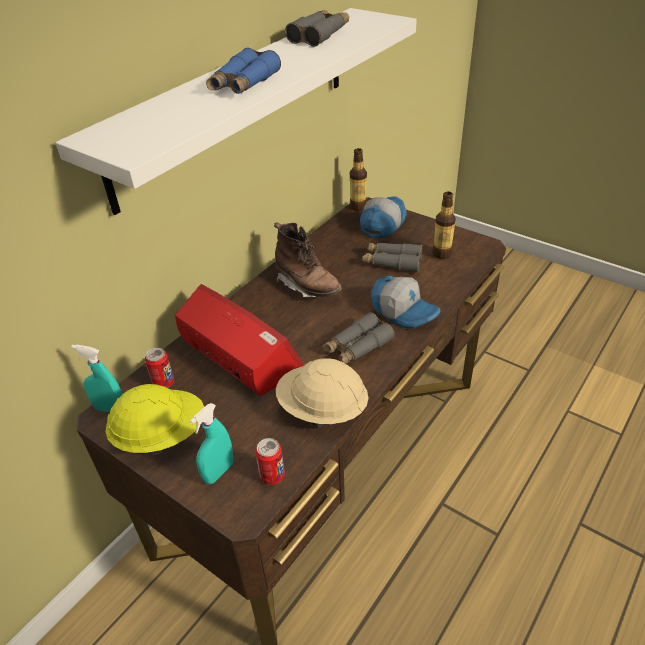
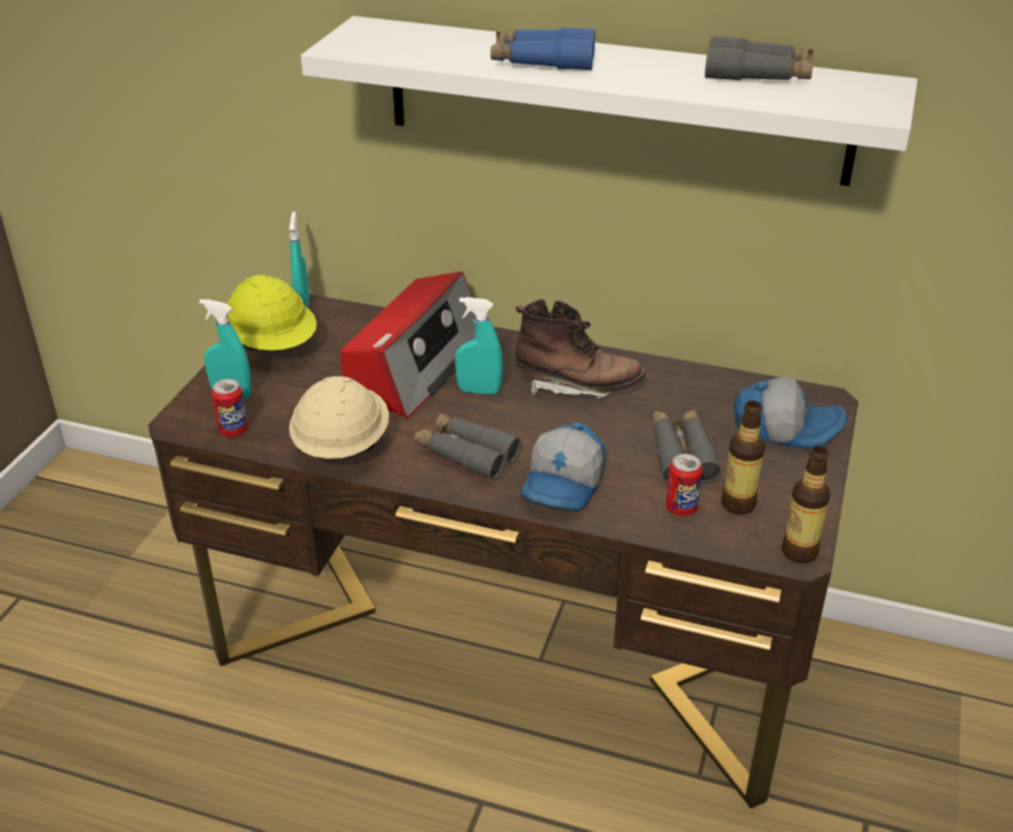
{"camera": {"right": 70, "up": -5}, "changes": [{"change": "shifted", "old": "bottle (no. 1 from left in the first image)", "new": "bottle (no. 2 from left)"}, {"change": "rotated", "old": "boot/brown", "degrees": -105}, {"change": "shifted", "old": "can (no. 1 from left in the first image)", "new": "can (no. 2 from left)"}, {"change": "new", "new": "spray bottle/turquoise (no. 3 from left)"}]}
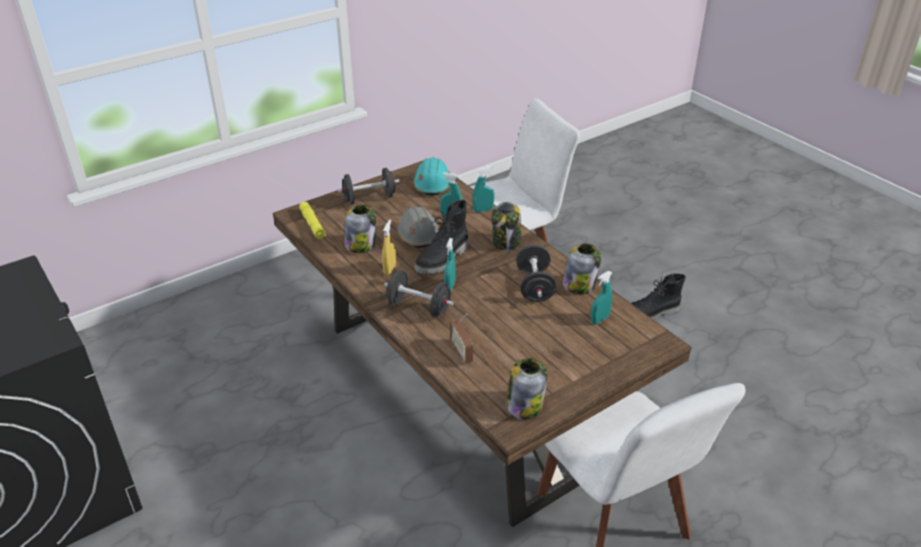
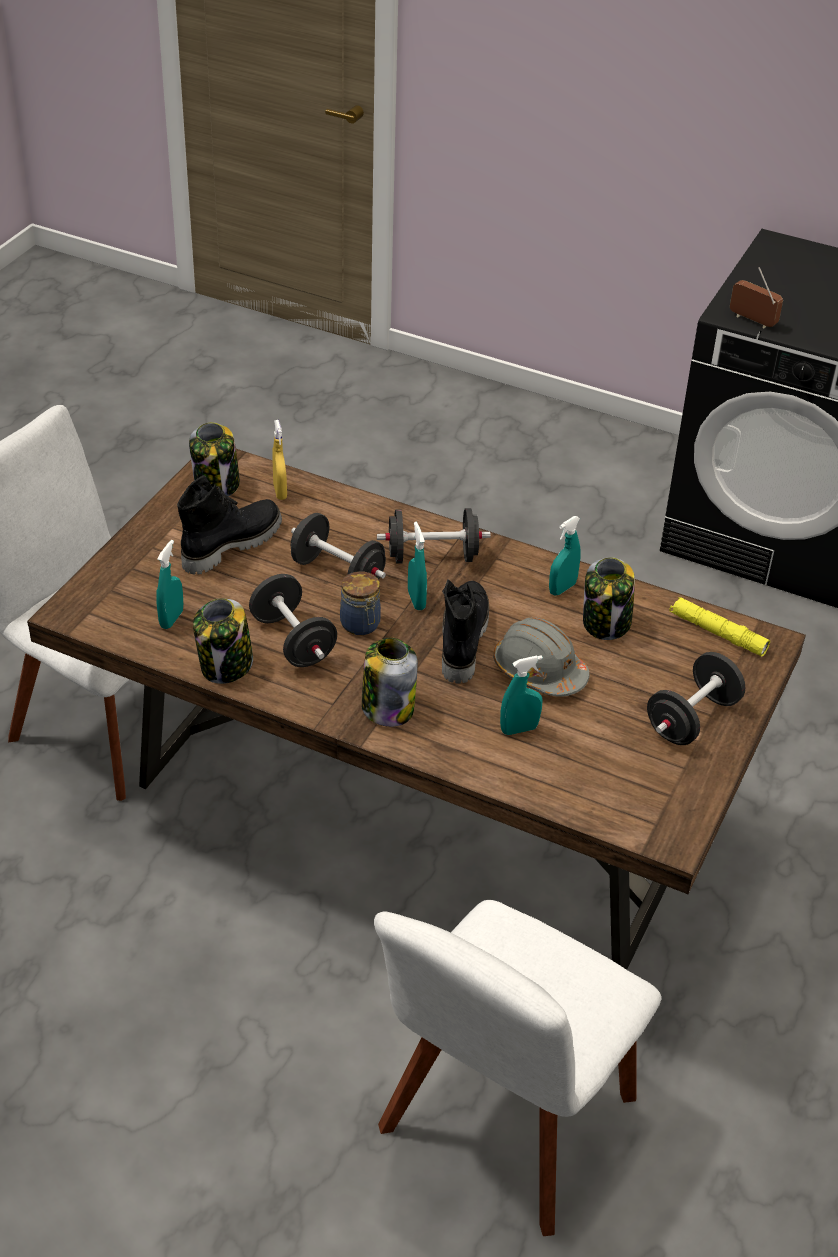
{"camera": {"right": 150, "up": 5}, "changes": [{"change": "gone", "old": "hard hat/turquoise"}, {"change": "shifted", "old": "spray bottle/turquoise (no. 3 from left in the first image)", "new": "spray bottle/turquoise (no. 4 from left)"}, {"change": "shifted", "old": "spray bottle/yellow"}, {"change": "shifted", "old": "boot/black (no. 2 from left in the first image)", "new": "boot/black (no. 1 from left)"}, {"change": "shifted", "old": "radio"}, {"change": "new", "new": "dumbbell/black (no. 2 from left)"}, {"change": "new", "new": "jar (no. 3 from left)"}]}
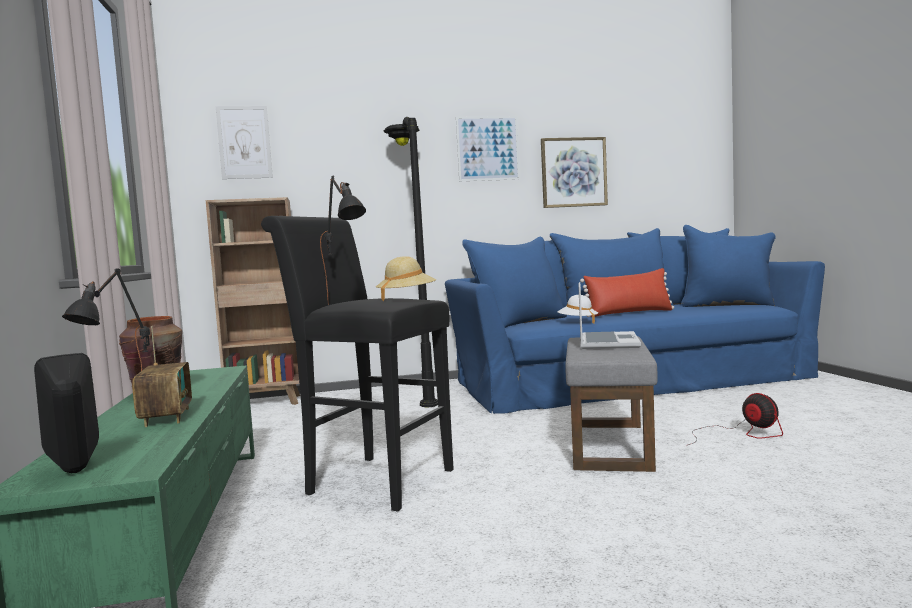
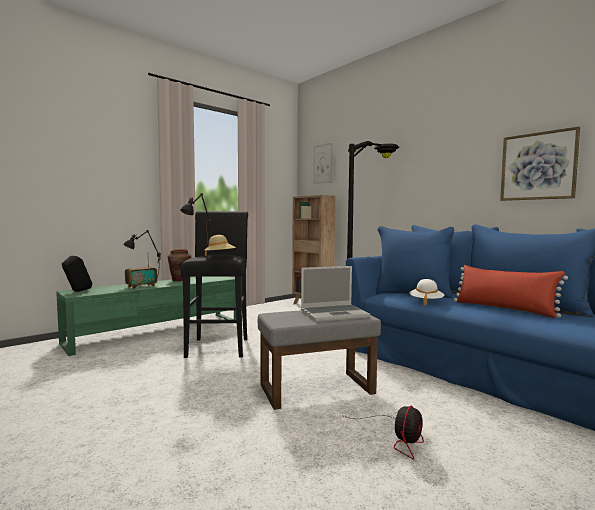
{"camera": {"right": 60, "up": 0}, "changes": [{"change": "gone", "old": "picture (no. 2 from left)"}]}
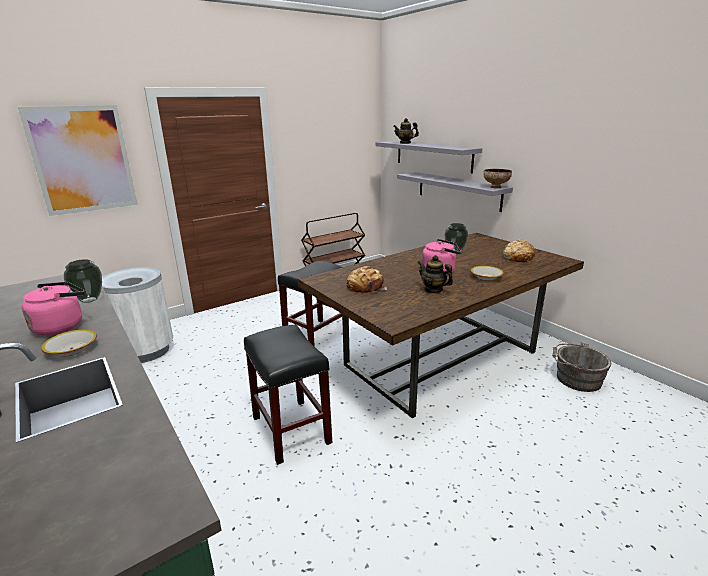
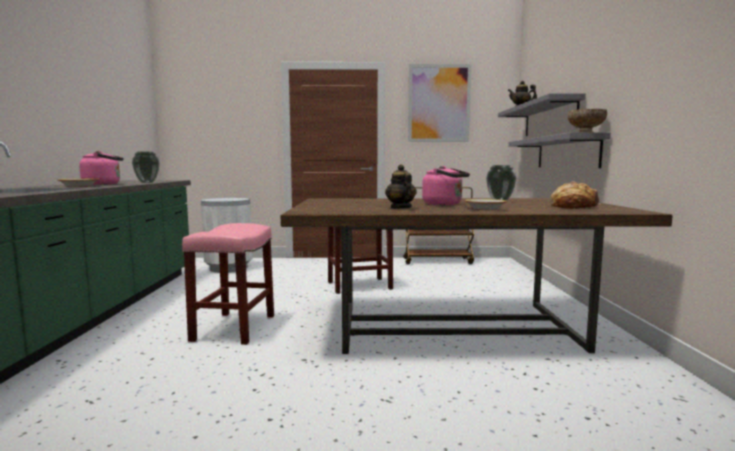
{"camera": {"right": 35, "up": -15}, "changes": [{"change": "shifted", "old": "picture"}, {"change": "gone", "old": "bread (no. 1 from left)"}, {"change": "repainted", "old": "stool/black (no. 1 from left)", "new": "stool/pink"}, {"change": "gone", "old": "bucket/grey"}]}
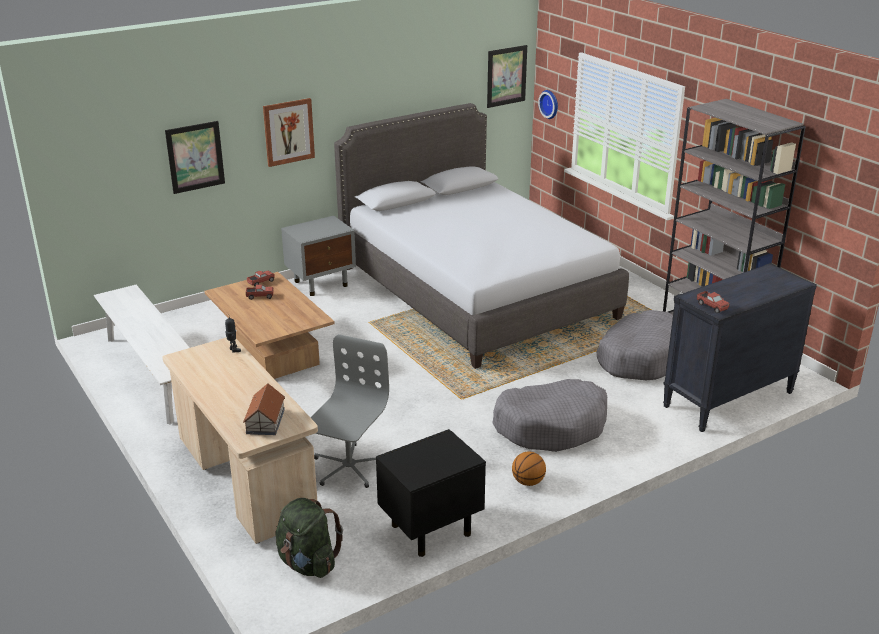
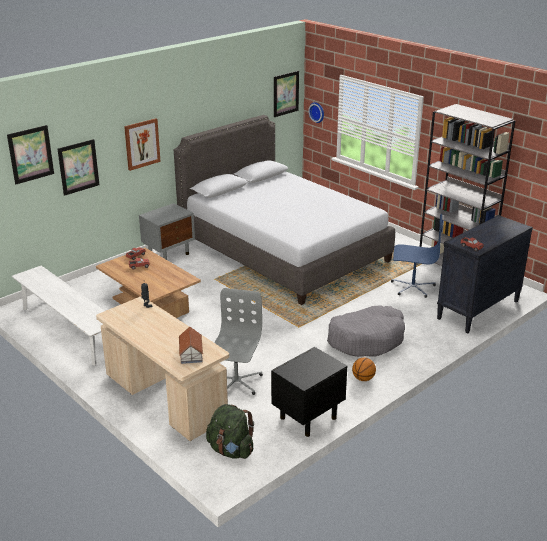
{"camera": {"right": -10, "up": 0}, "changes": [{"change": "swapped", "old": "dog bed/grey (no. 2 from left)", "new": "office chair/blue"}, {"change": "new", "new": "picture (no. 1 from left)"}]}
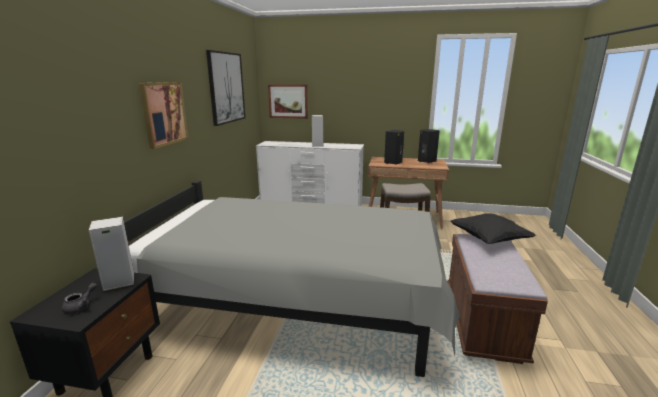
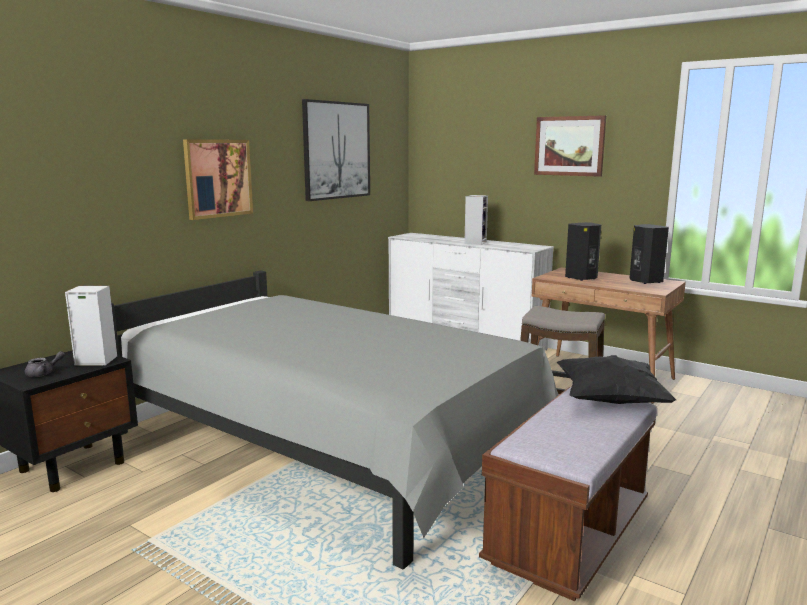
{"camera": {"right": 25, "up": -5}, "changes": [{"change": "shifted", "old": "picture (no. 3 from left)"}]}
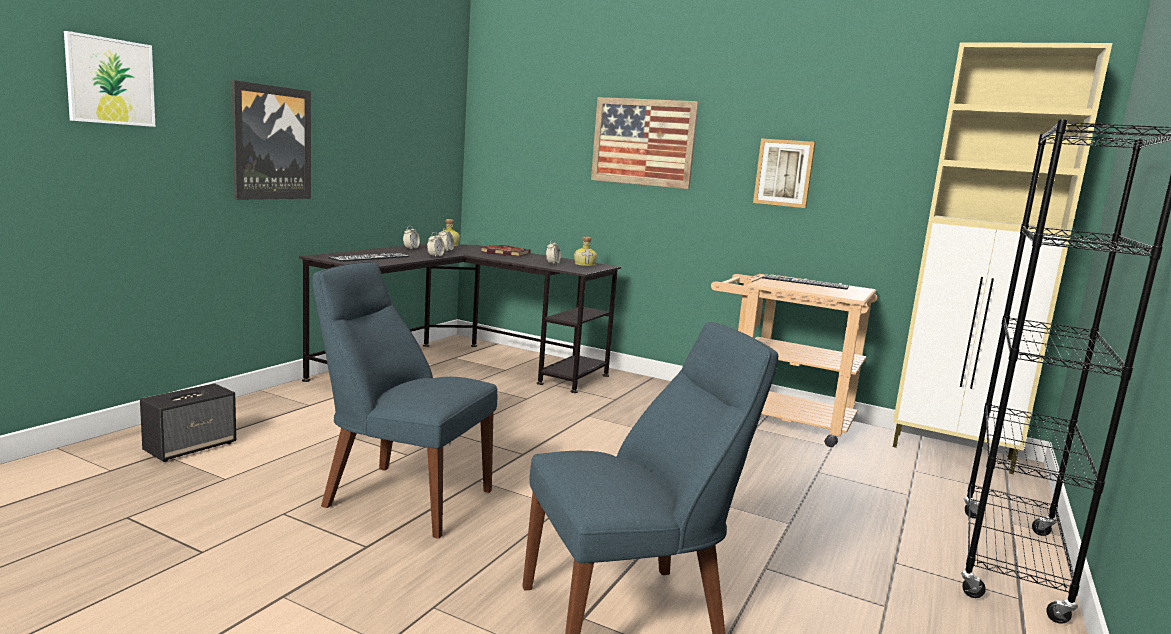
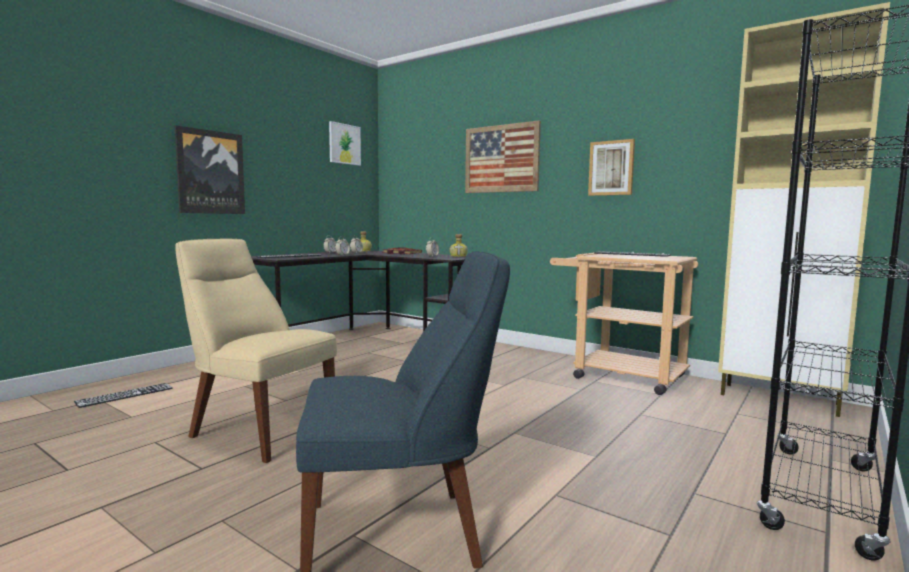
{"camera": {"right": 10, "up": -5}, "changes": [{"change": "shifted", "old": "picture (no. 1 from left in the first image)", "new": "picture (no. 2 from left)"}, {"change": "repainted", "old": "chair/blue (no. 1 from left)", "new": "chair/beige"}, {"change": "swapped", "old": "speaker", "new": "keyboard (no. 1 from left)"}]}
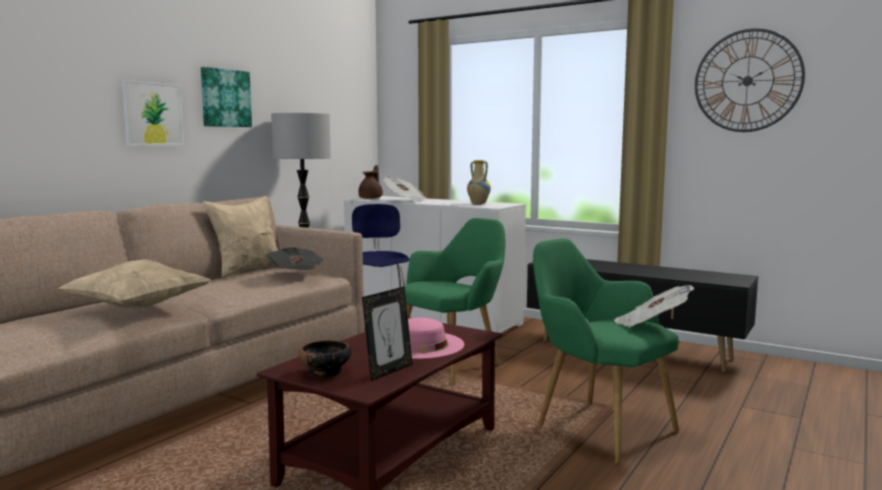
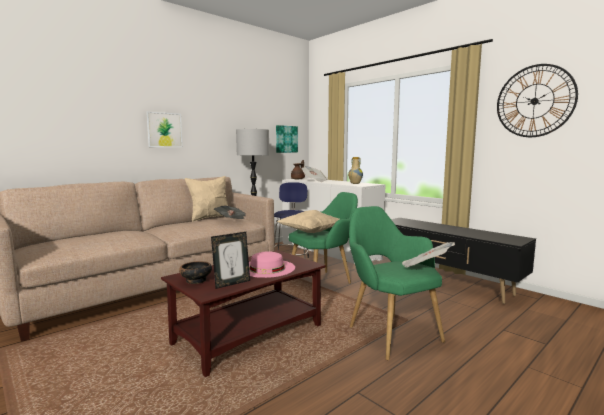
{"camera": {"right": 15, "up": 0}, "changes": [{"change": "shifted", "old": "picture (no. 2 from left)"}, {"change": "shifted", "old": "pillow/beige (no. 1 from left in the first image)", "new": "pillow/beige (no. 2 from left)"}]}
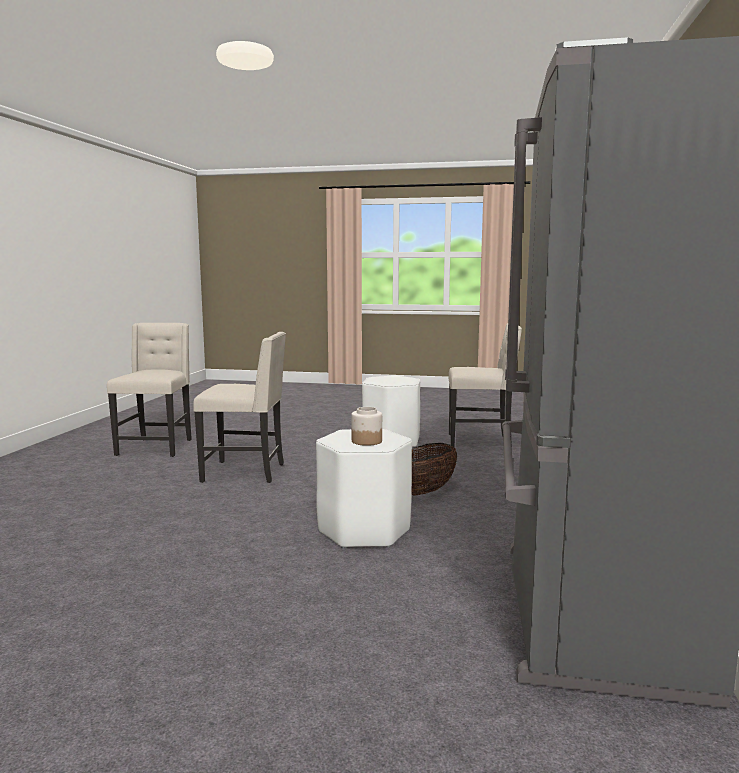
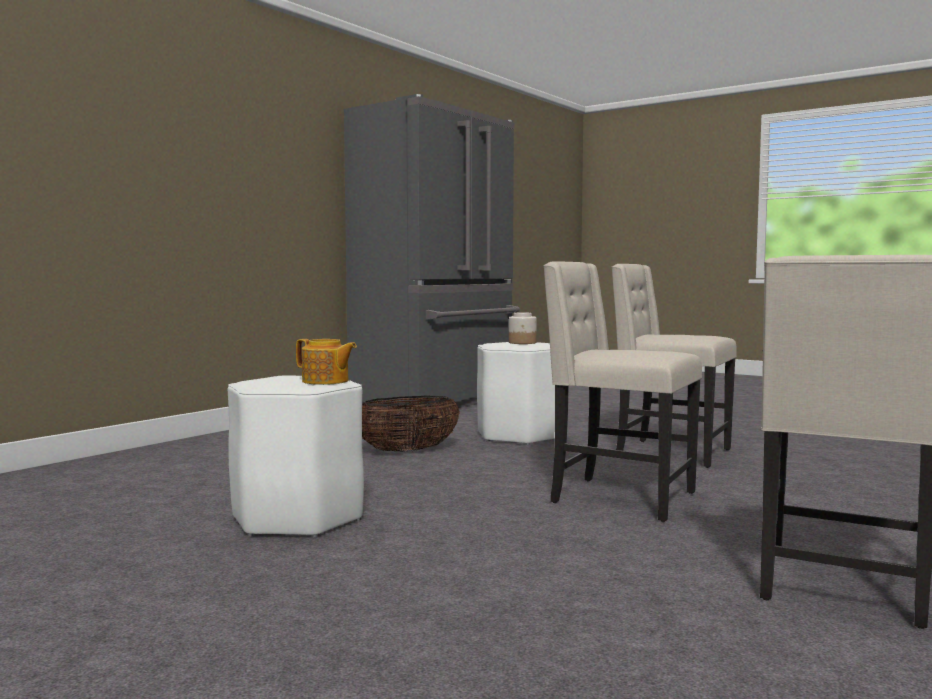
{"camera": {"right": -155, "up": -5}, "changes": [{"change": "shifted", "old": "chair/beige (no. 3 from left in the first image)", "new": "chair/beige (no. 2 from left)"}, {"change": "new", "new": "teapot"}]}
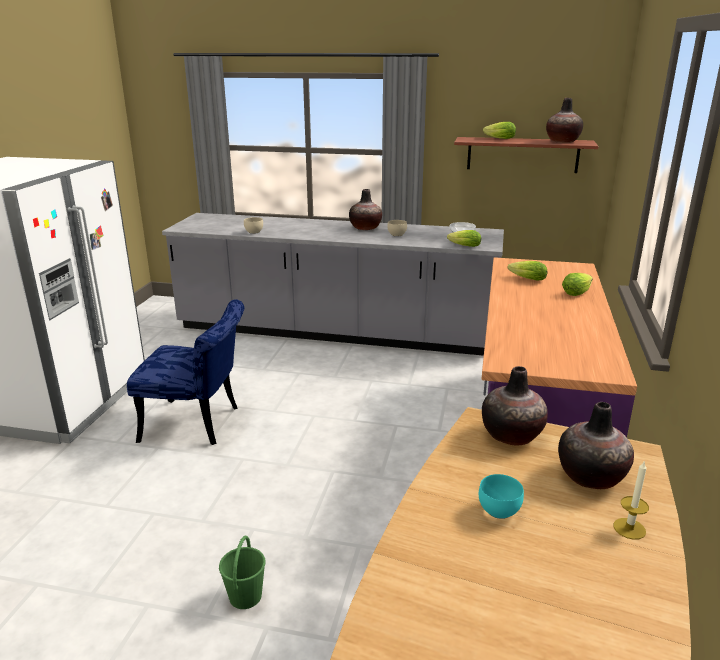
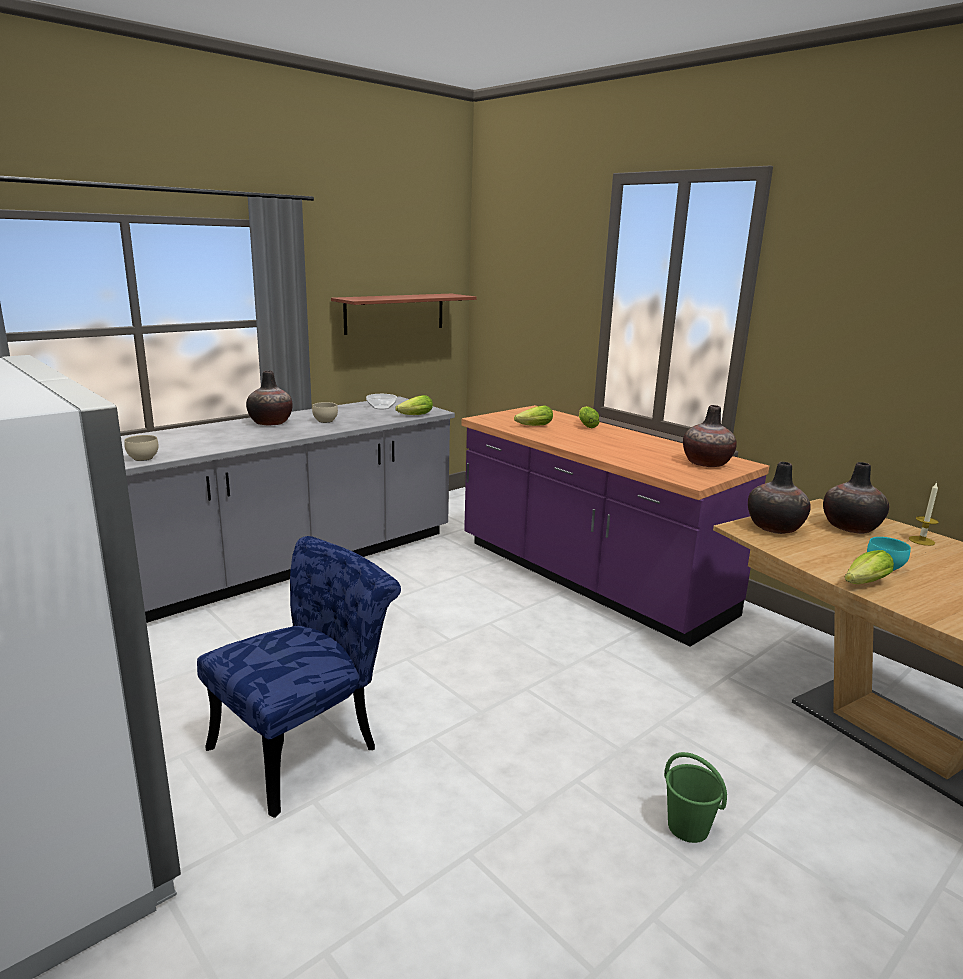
{"camera": {"right": -55, "up": -5}, "changes": [{"change": "shifted", "old": "vase (no. 3 from left in the first image)", "new": "vase (no. 2 from left)"}, {"change": "shifted", "old": "lettuce (no. 2 from left in the first image)", "new": "lettuce (no. 4 from left)"}]}
